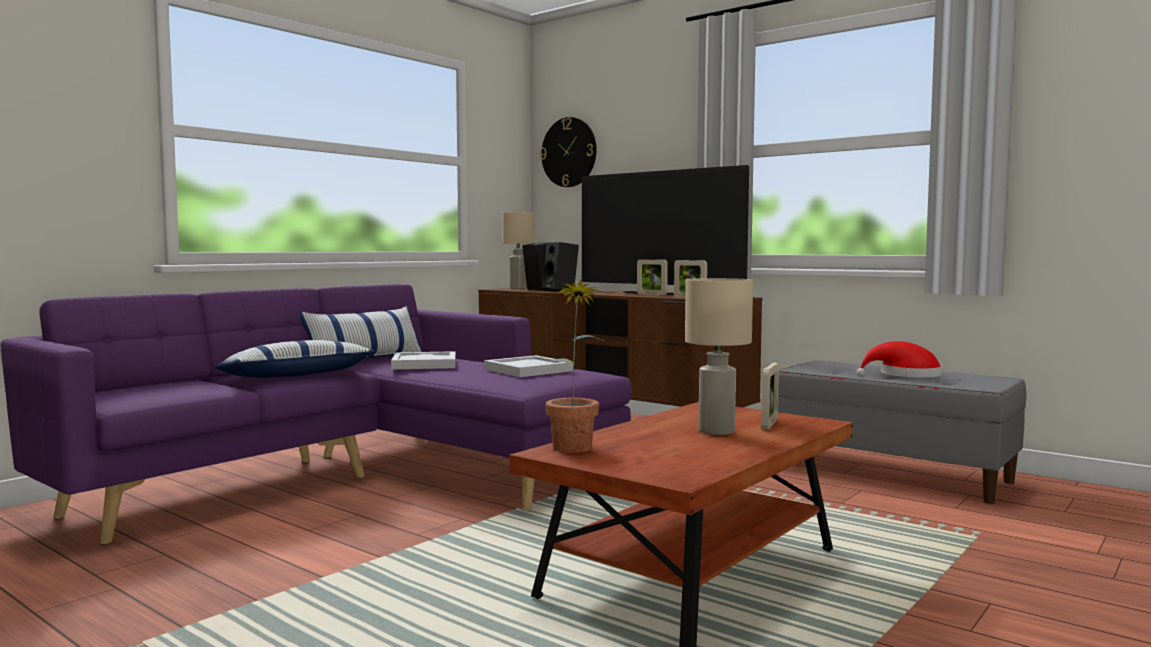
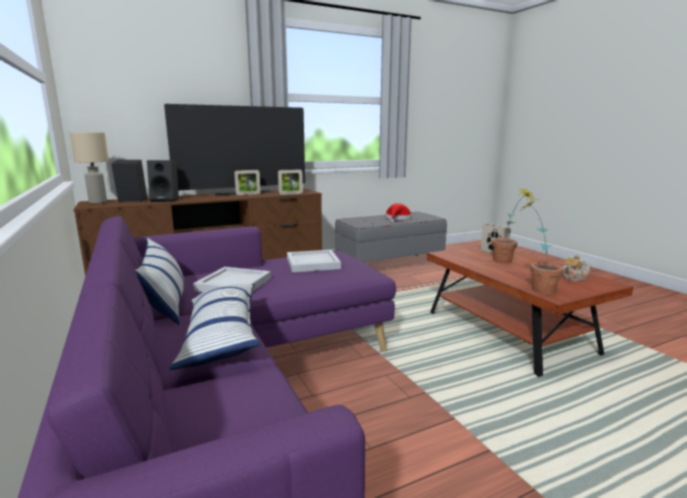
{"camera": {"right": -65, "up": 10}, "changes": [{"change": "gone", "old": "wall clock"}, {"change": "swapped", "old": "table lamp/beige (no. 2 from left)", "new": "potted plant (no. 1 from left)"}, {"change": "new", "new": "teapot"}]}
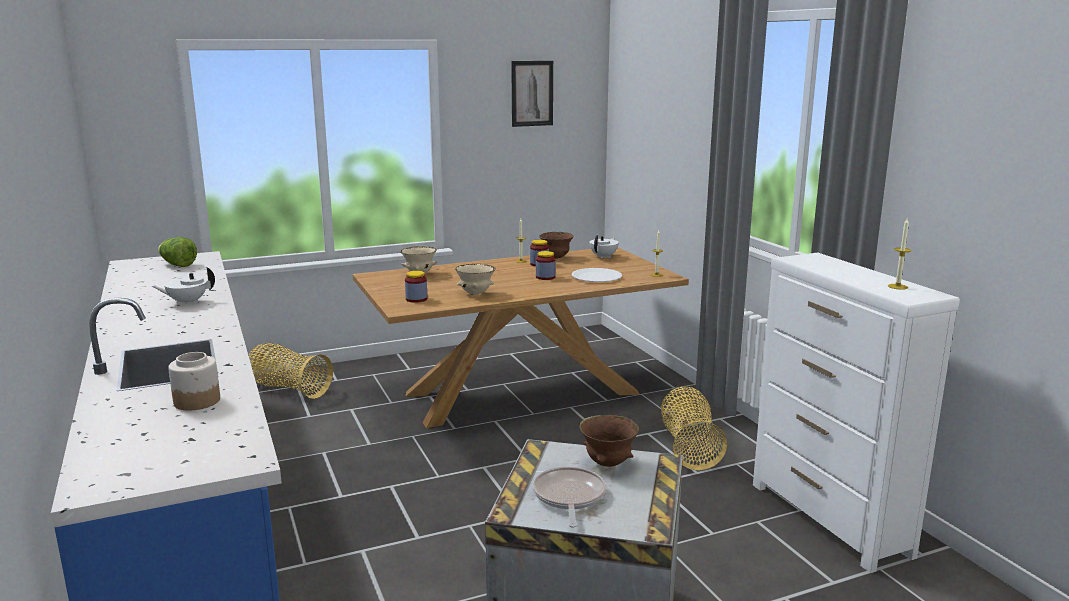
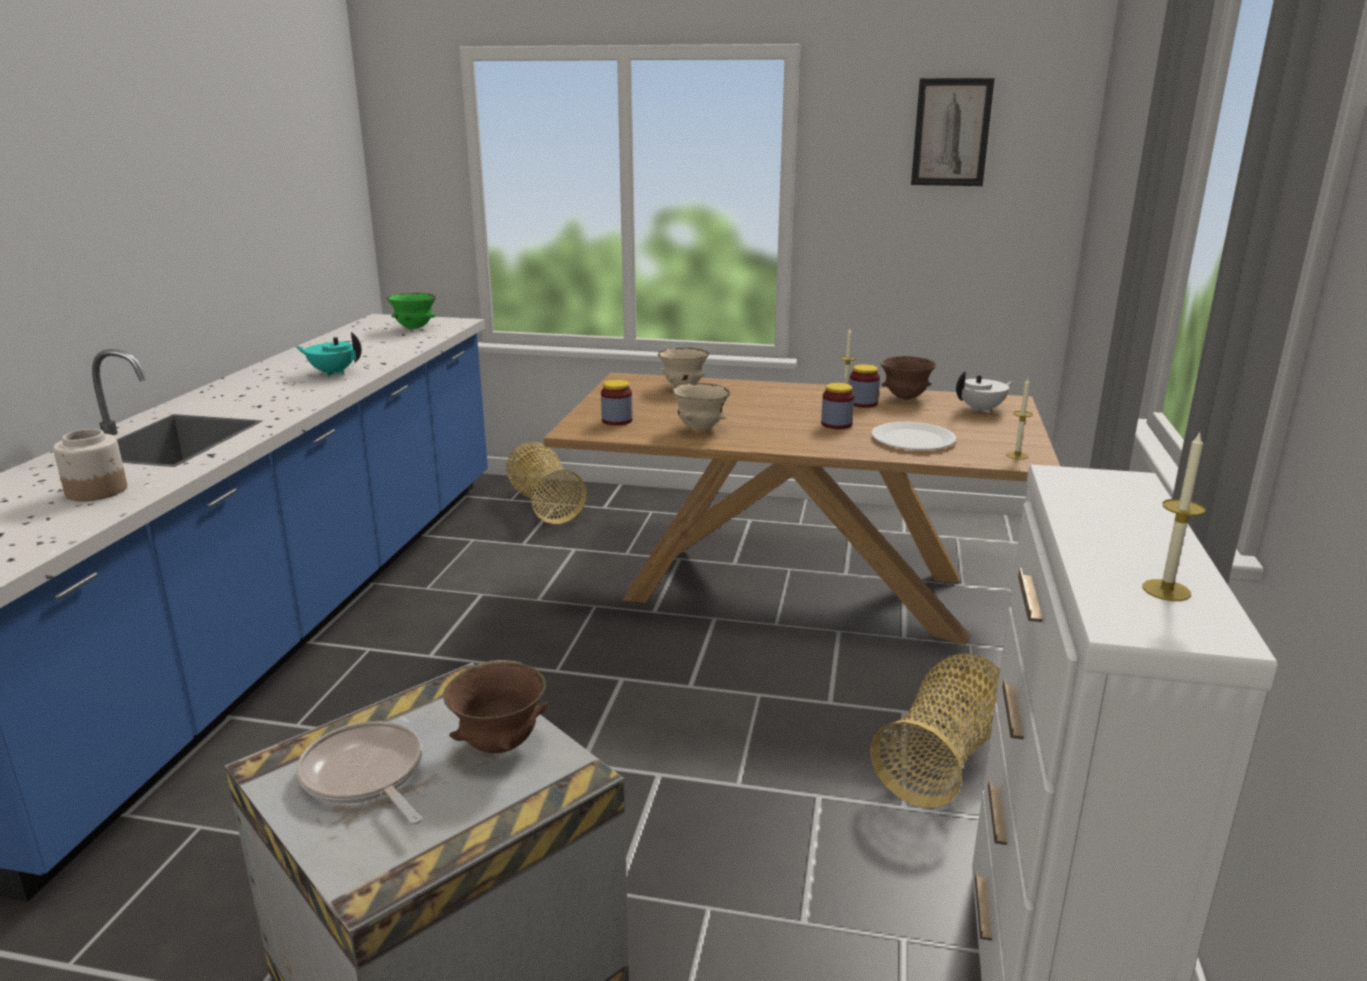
{"camera": {"right": 35, "up": 5}, "changes": [{"change": "swapped", "old": "lettuce", "new": "bowl/green"}, {"change": "repainted", "old": "teapot/white (no. 1 from left)", "new": "teapot/turquoise"}, {"change": "rotated", "old": "frying pan", "degrees": -75}]}
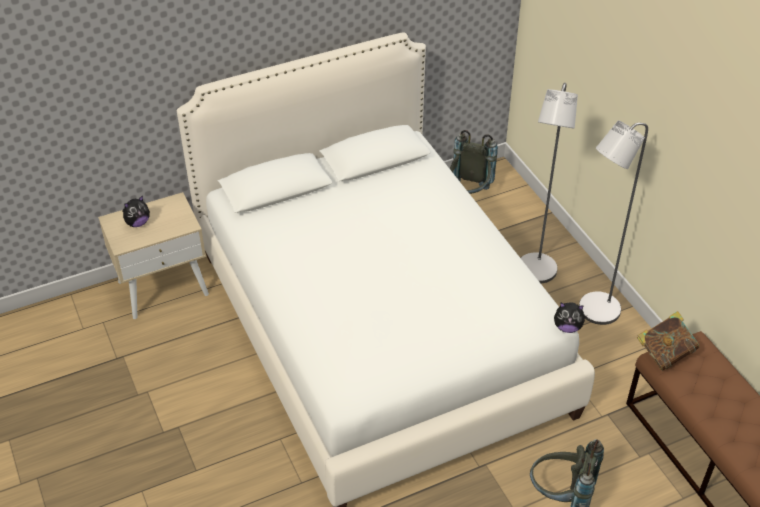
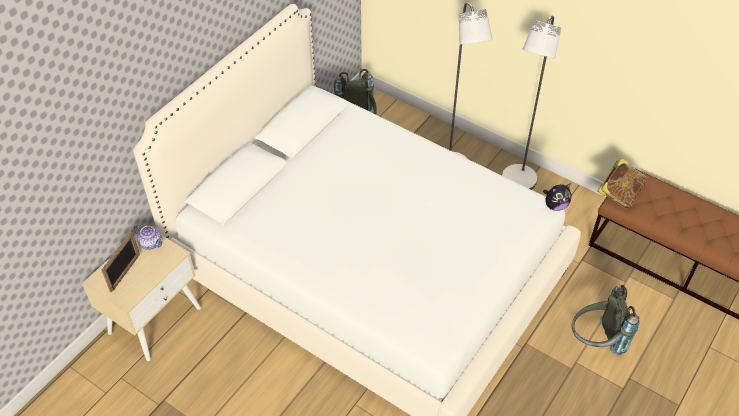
{"camera": {"right": -30, "up": 5}, "changes": [{"change": "swapped", "old": "plush toy (no. 1 from left)", "new": "picture frame"}, {"change": "new", "new": "teapot"}]}
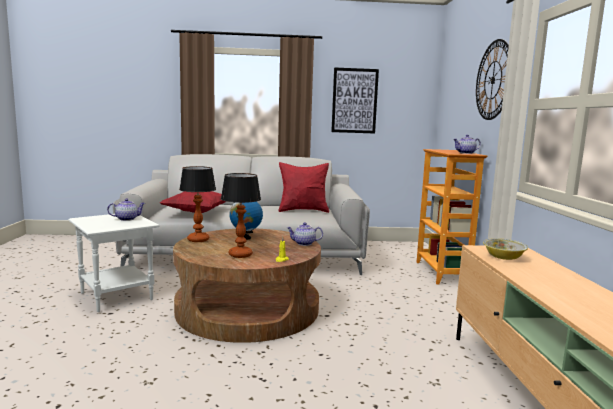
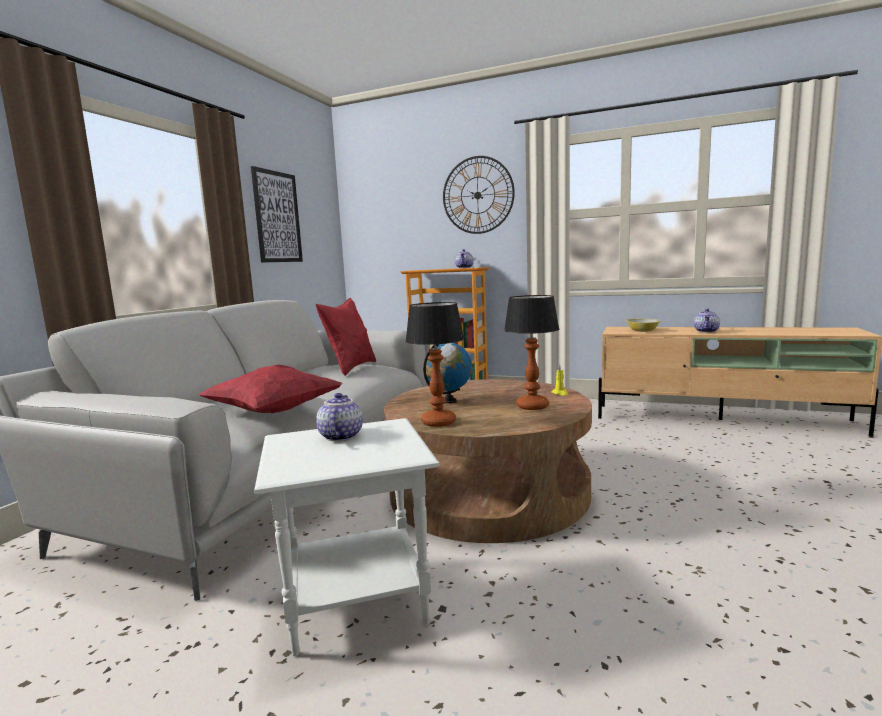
{"camera": {"right": -65, "up": 0}, "changes": [{"change": "shifted", "old": "teapot (no. 2 from left in the first image)", "new": "teapot (no. 3 from left)"}]}
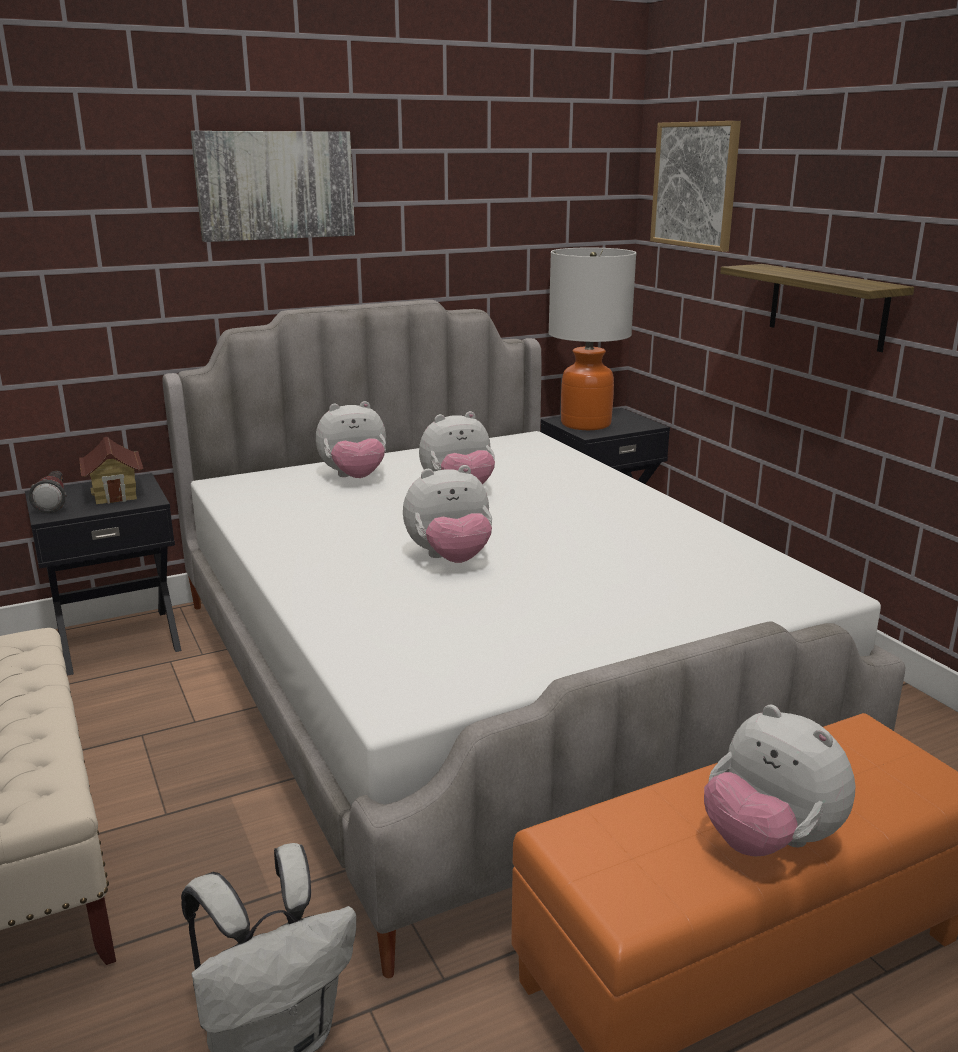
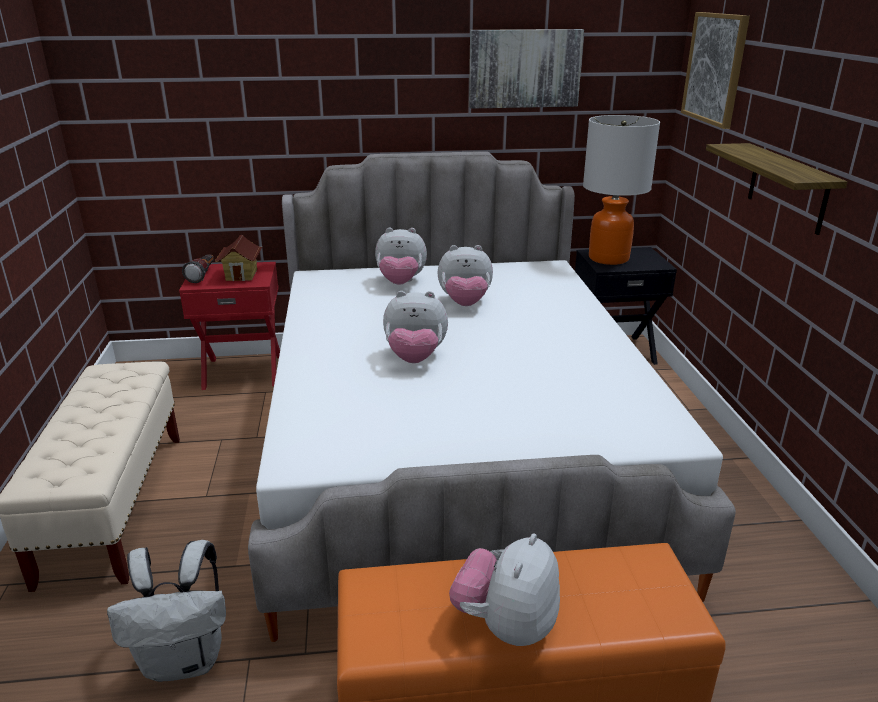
{"camera": {"right": 20, "up": 5}, "changes": [{"change": "shifted", "old": "picture (no. 1 from left)"}, {"change": "repainted", "old": "nightstand/black (no. 1 from left)", "new": "nightstand/red"}, {"change": "rotated", "old": "plush toy (no. 4 from left)", "degrees": 45}]}
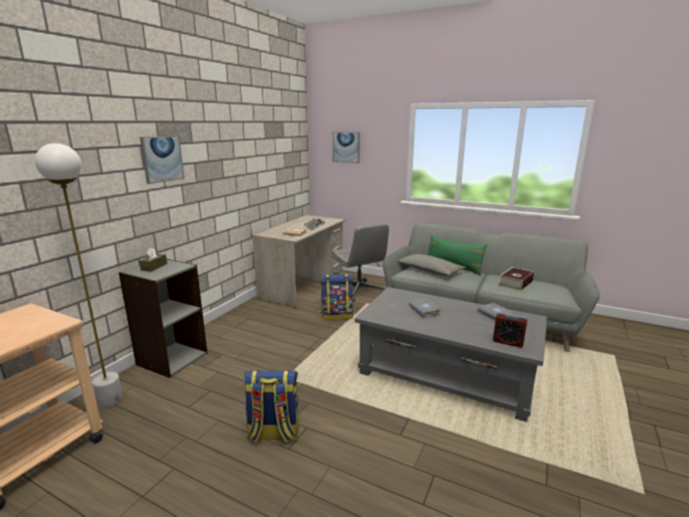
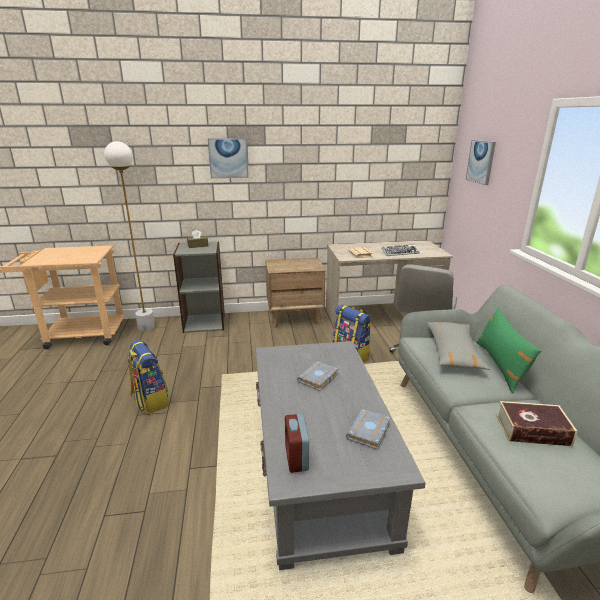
{"camera": {"right": 55, "up": 5}, "changes": [{"change": "new", "new": "nightstand/brown"}]}
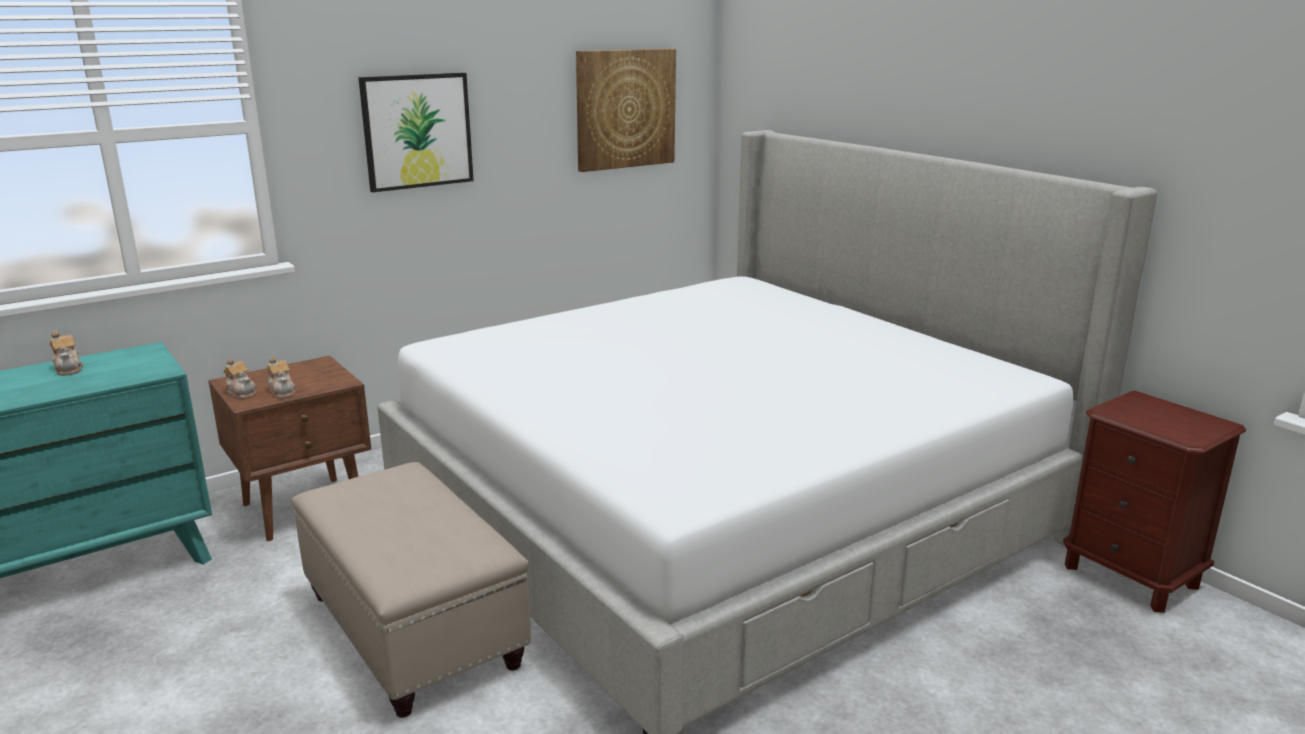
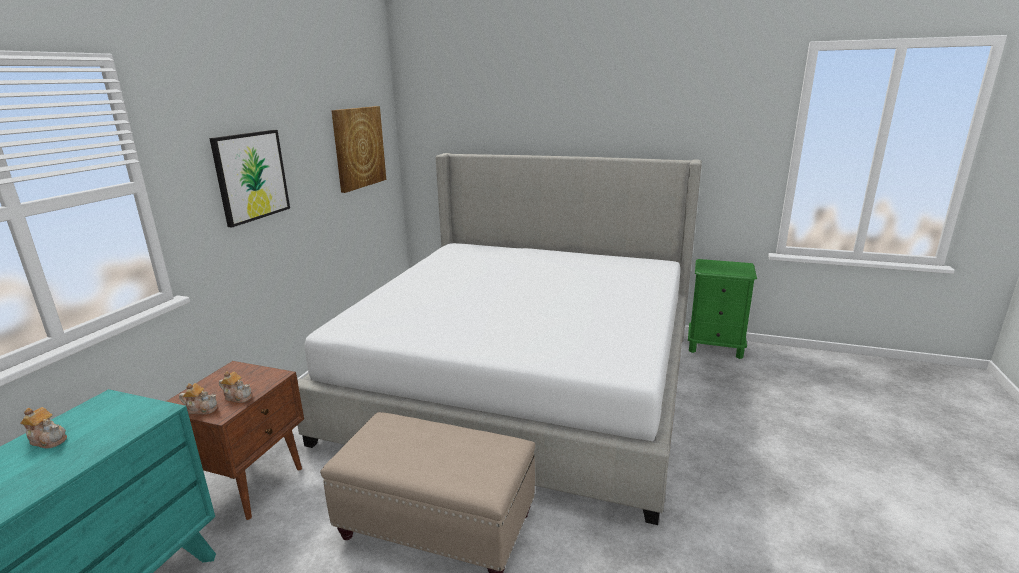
{"camera": {"right": -35, "up": 0}, "changes": [{"change": "repainted", "old": "nightstand/brown (no. 2 from left)", "new": "nightstand/green"}]}
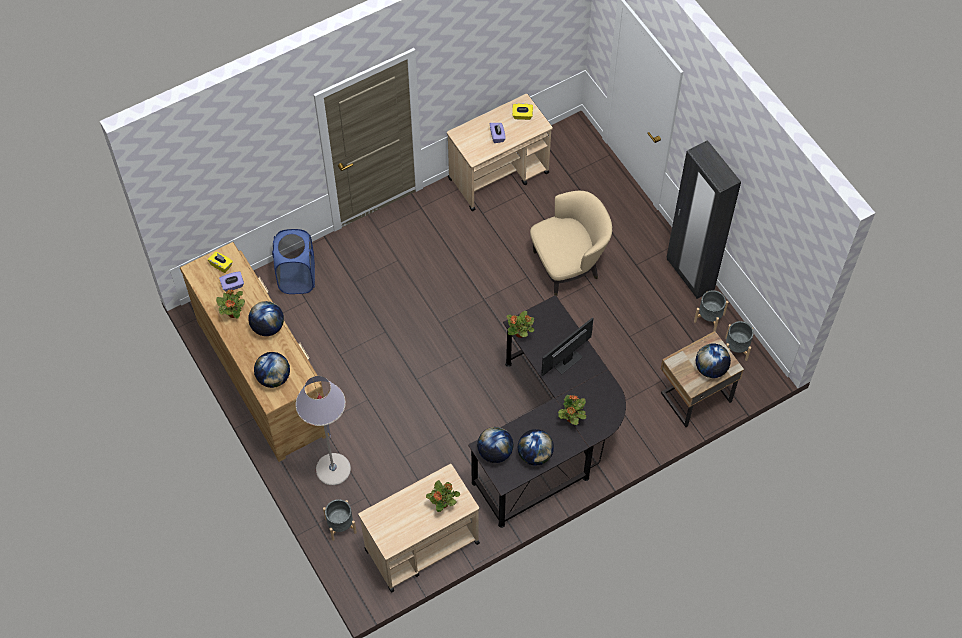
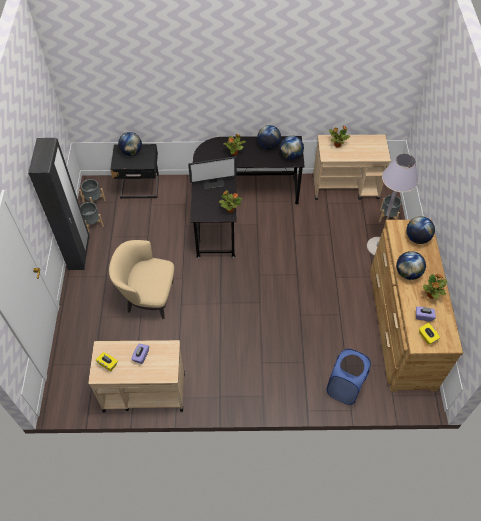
{"camera": {"right": -150, "up": -5}, "changes": [{"change": "repainted", "old": "nightstand/beige", "new": "nightstand/black"}]}
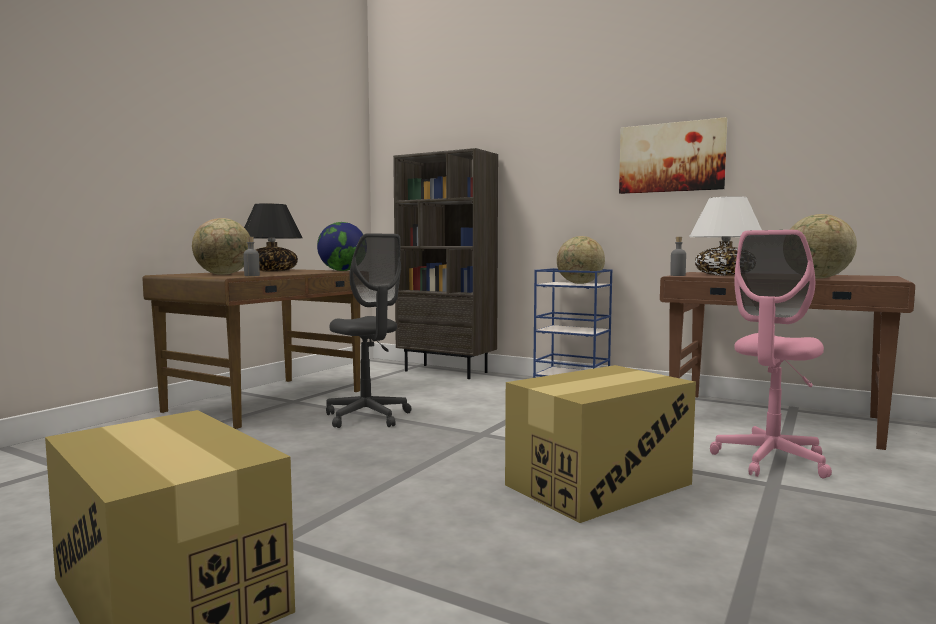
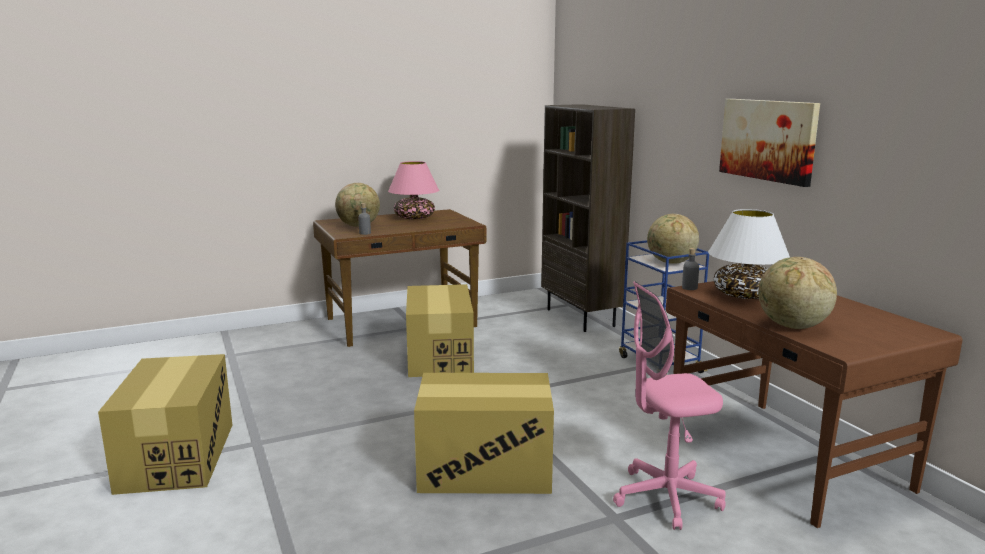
{"camera": {"right": 35, "up": 10}, "changes": [{"change": "repainted", "old": "table lamp/black", "new": "table lamp/pink"}, {"change": "gone", "old": "globe (no. 2 from left)"}, {"change": "swapped", "old": "office chair/grey", "new": "cardboard box (no. 2 from left)"}]}
